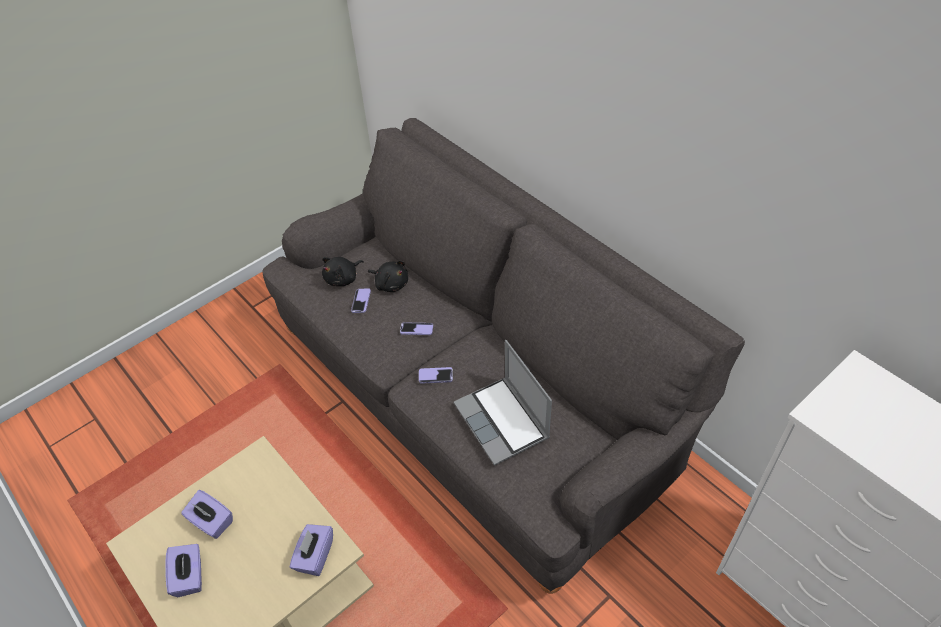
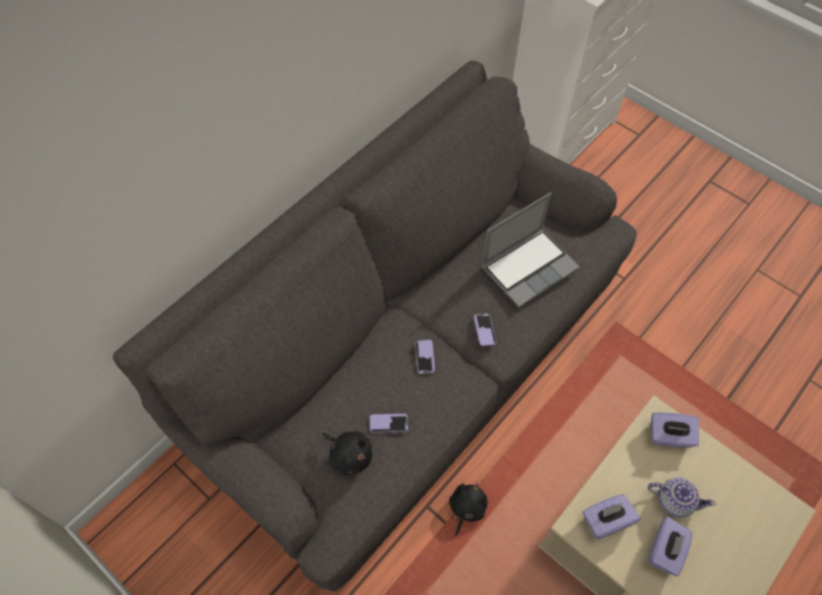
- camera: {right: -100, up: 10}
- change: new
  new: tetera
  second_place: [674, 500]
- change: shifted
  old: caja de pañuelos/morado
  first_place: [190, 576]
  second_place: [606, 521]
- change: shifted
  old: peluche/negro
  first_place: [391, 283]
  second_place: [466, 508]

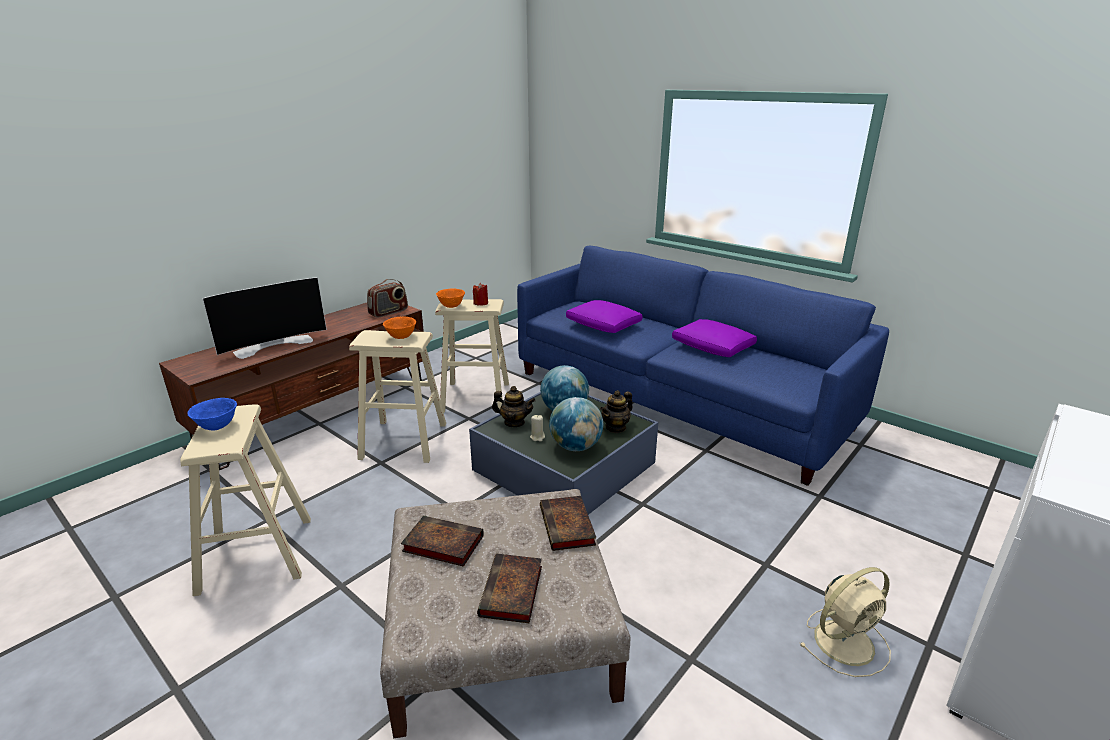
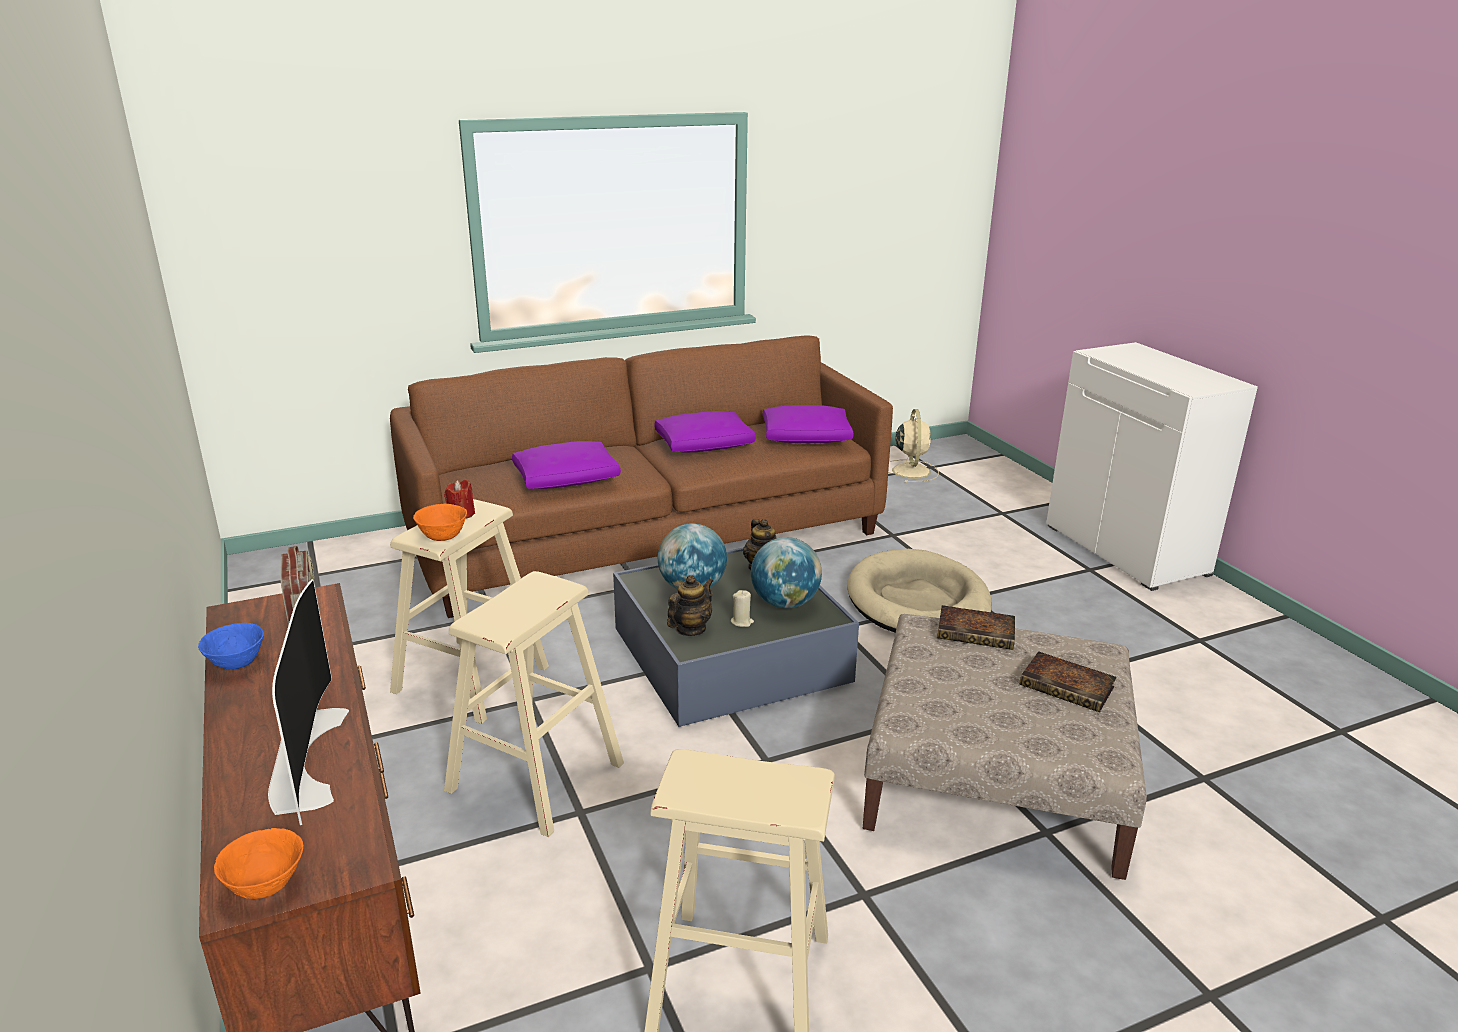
- camera: {right: -65, up: 0}
- change: gone
  old: libro
  first_place: [441, 544]
- change: new
  new: cojín/morado
  second_place: [807, 437]
- change: new
  new: cama para perro/beis
  second_place: [918, 602]
- change: shifted
  old: cuenco/azul
  first_place: [217, 426]
  second_place: [236, 664]
- change: shifted
  old: cuenco/naranja
  first_place: [401, 337]
  second_place: [266, 887]
- change: shifted
  old: ventilador/beis
  first_place: [846, 641]
  second_place: [911, 470]
- change: repainted
  old: sofá/azul
  new: sofá/marrón
  first_place: [676, 399]
  second_place: [648, 537]

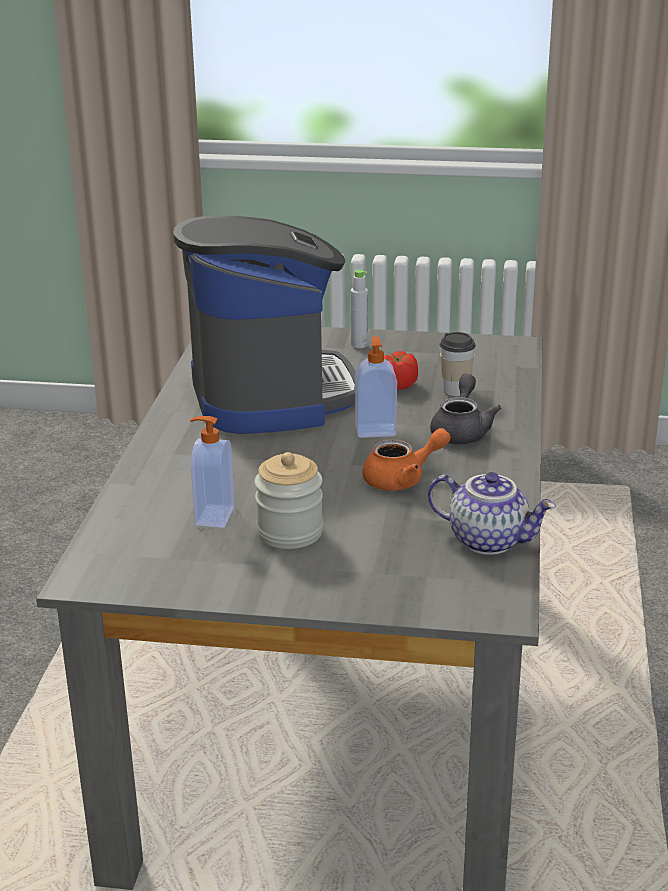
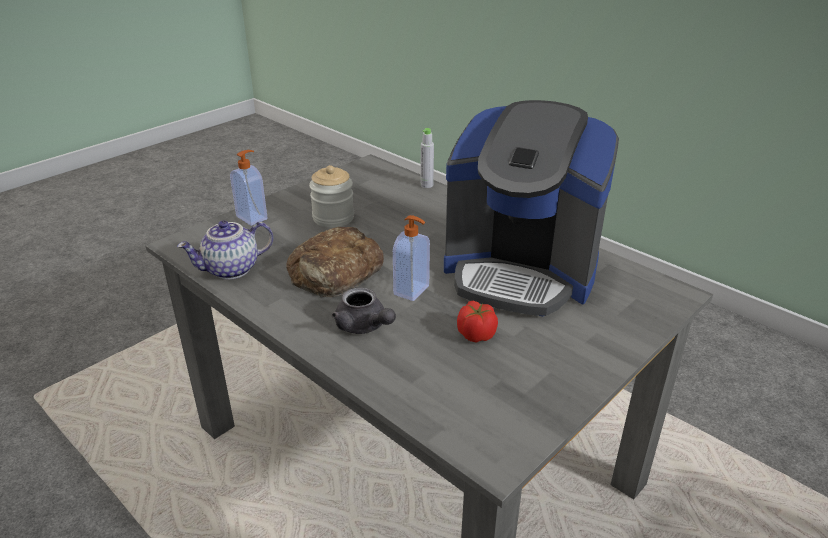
- camera: {right: 125, up: 5}
- change: gone
  old: taza
  first_place: [455, 390]
- change: shifted
  old: dispensador de jabón
  first_place: [213, 516]
  second_place: [253, 217]
- change: shifted
  old: botella/gris
  first_place: [359, 344]
  second_place: [426, 185]
- change: swapped
  old: tetera/naranja
  new: pan
  first_place: [402, 479]
  second_place: [335, 272]

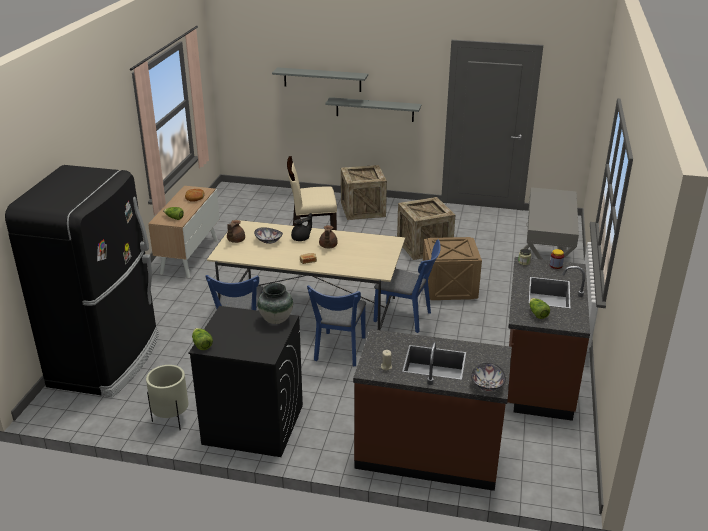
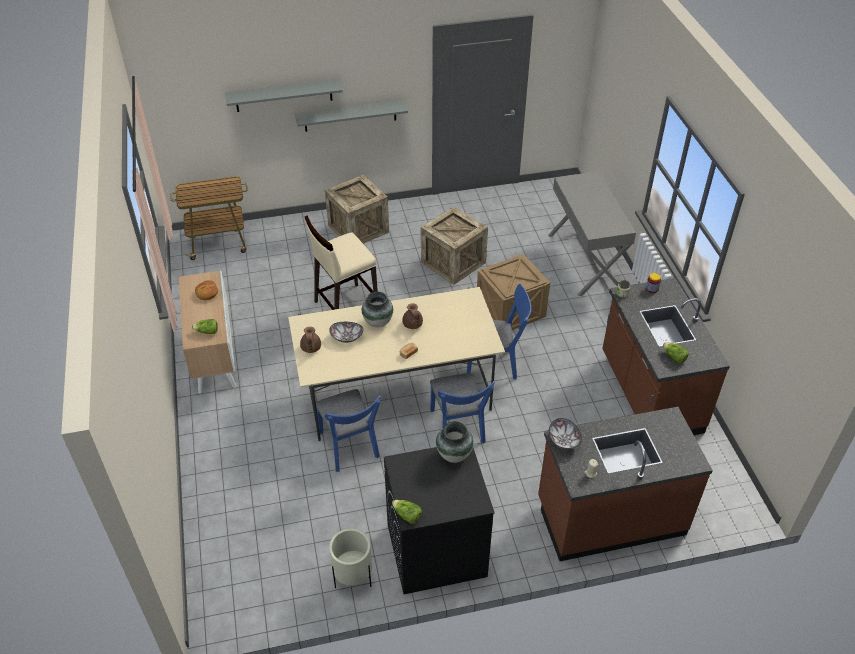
- camera: {right: -25, up: 15}
- change: gone
  old: nevera/negro
  first_place: [107, 360]
- change: new
  new: carrito
  second_place: [219, 241]
- change: shifted
  old: cuenco
  first_place: [487, 385]
  second_place: [563, 440]
- change: swapped
  old: tetera/negro
  new: florero
  first_place: [301, 238]
  second_place: [378, 322]

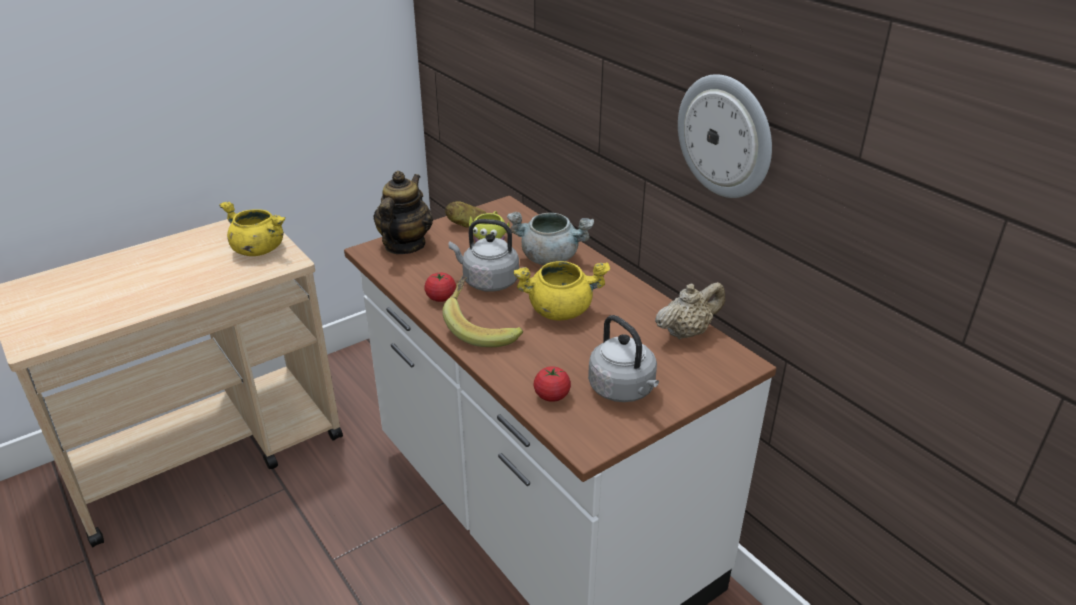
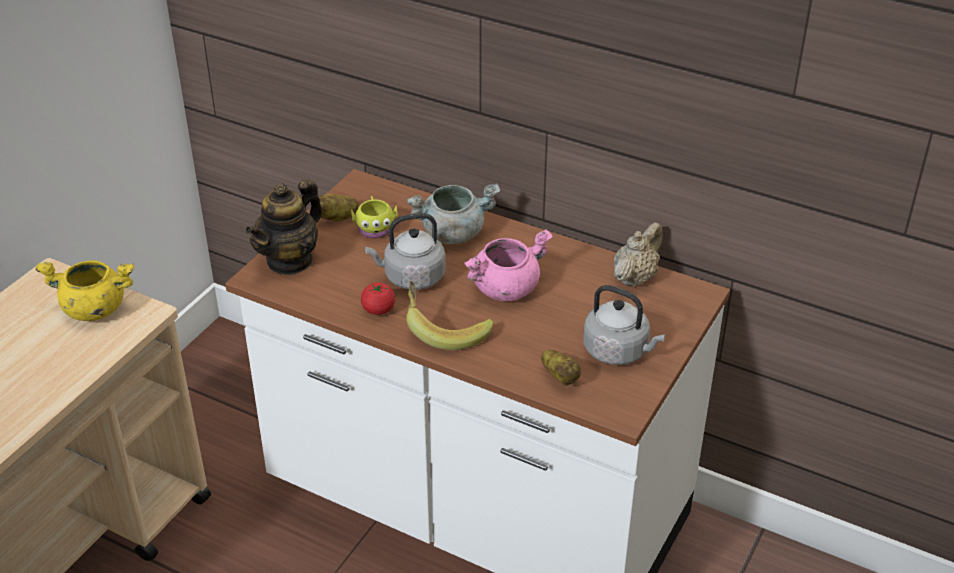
- camera: {right: -25, up: 5}
- change: gone
  old: reloj de pared
  first_place: [725, 136]
- change: swapped
  old: tomate
  new: patata
  first_place: [552, 396]
  second_place: [560, 377]
- change: repainted
  old: olla/amarillo
  new: olla/rosa
  first_place: [560, 310]
  second_place: [505, 288]
- change: rotated
  old: tetera
  first_place: [404, 245]
  second_place: [290, 260]
  degrees: -135

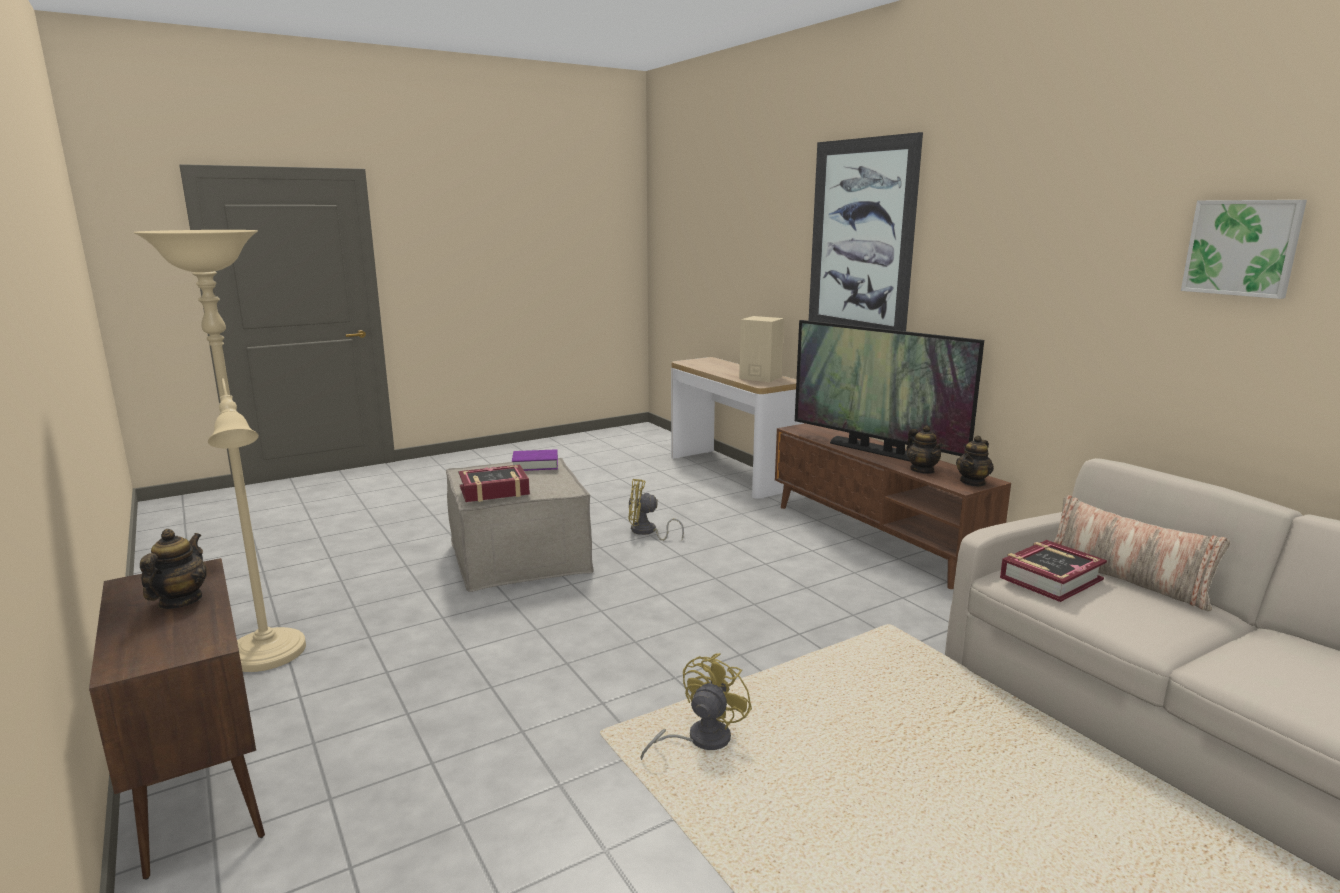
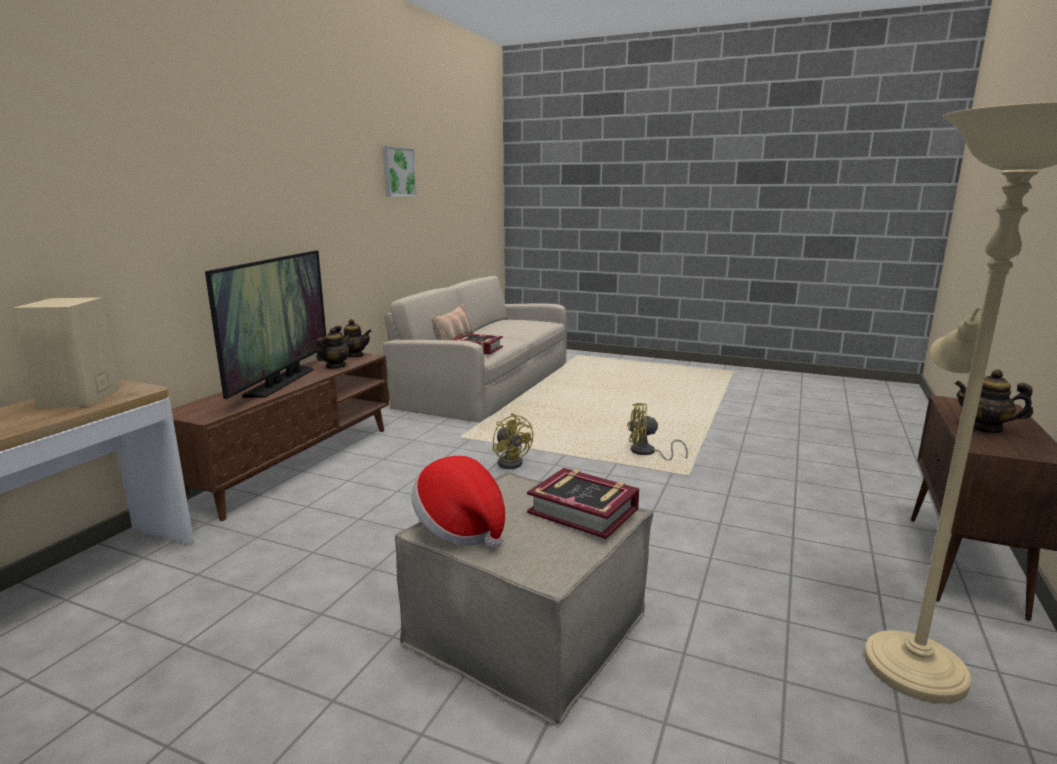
- camera: {right: -125, up: 0}
- change: gone
  old: cuadro
  first_place: [860, 238]
- change: shifted
  old: ventilador/amarillo
  first_place: [647, 532]
  second_place: [511, 462]
- change: swapped
  old: libro/morado
  new: sombrero
  first_place: [535, 464]
  second_place: [461, 528]
- change: rotated
  old: tetera
  first_place: [180, 601]
  second_place: [985, 428]
  degrees: 60

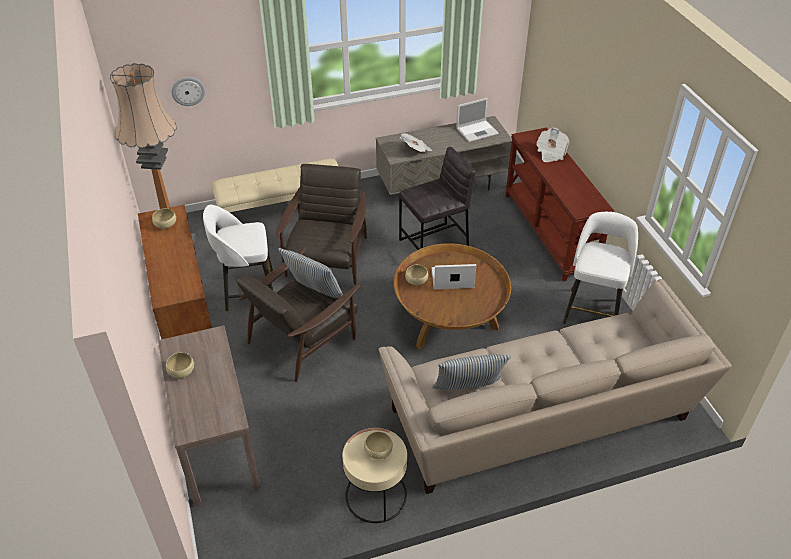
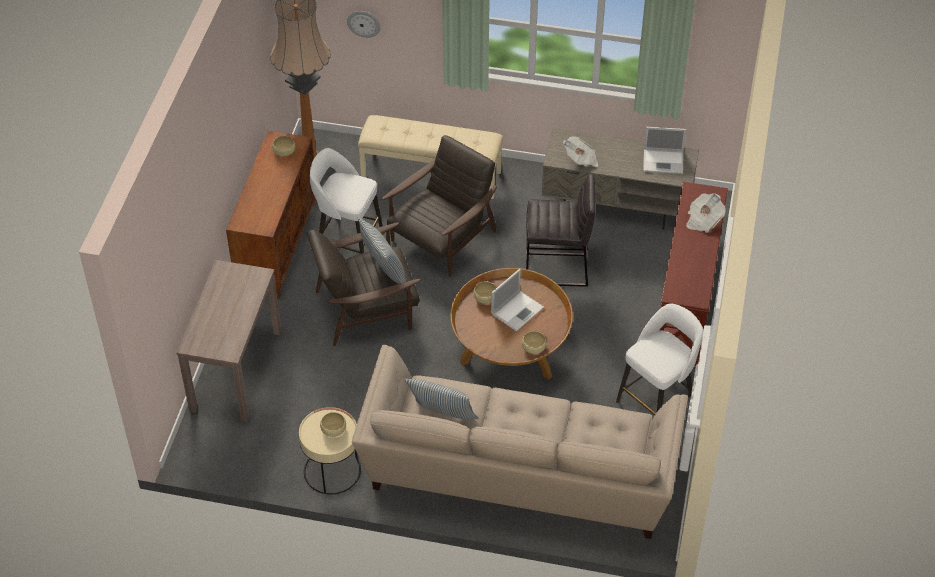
- camera: {right: 30, up: 5}
- change: shifted
  old: cuenco/beis
  first_place: [181, 370]
  second_place: [533, 347]
- change: rotated
  old: portátil
  first_place: [451, 279]
  second_place: [518, 310]
  degrees: 105

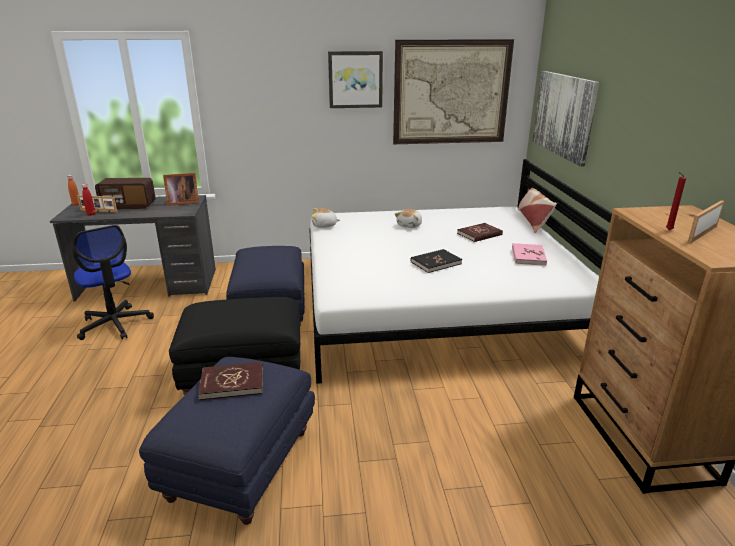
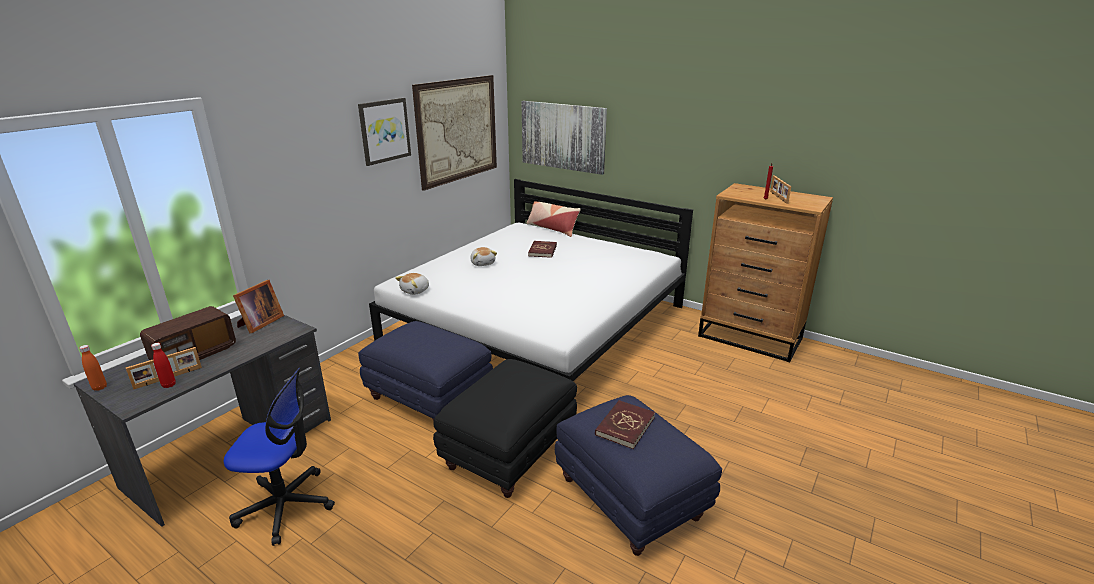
- camera: {right: -50, up: 0}
- change: gone
  old: libro/negro
  first_place: [435, 263]
- change: gone
  old: libro/rosa
  first_place: [528, 256]

